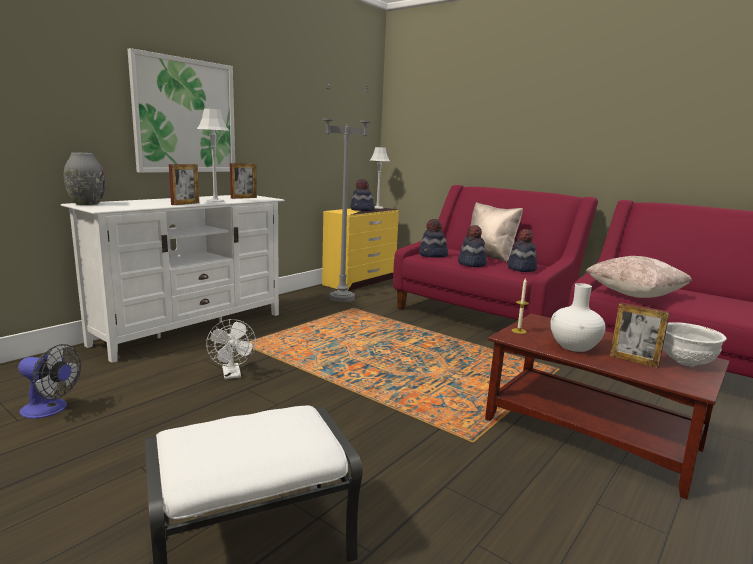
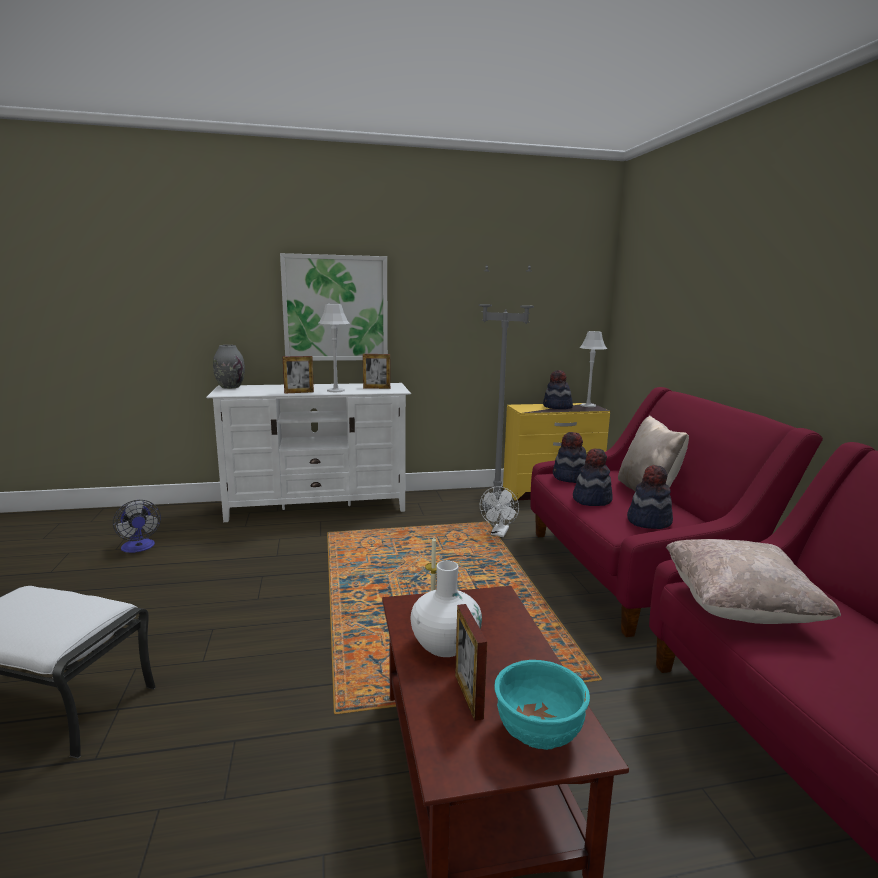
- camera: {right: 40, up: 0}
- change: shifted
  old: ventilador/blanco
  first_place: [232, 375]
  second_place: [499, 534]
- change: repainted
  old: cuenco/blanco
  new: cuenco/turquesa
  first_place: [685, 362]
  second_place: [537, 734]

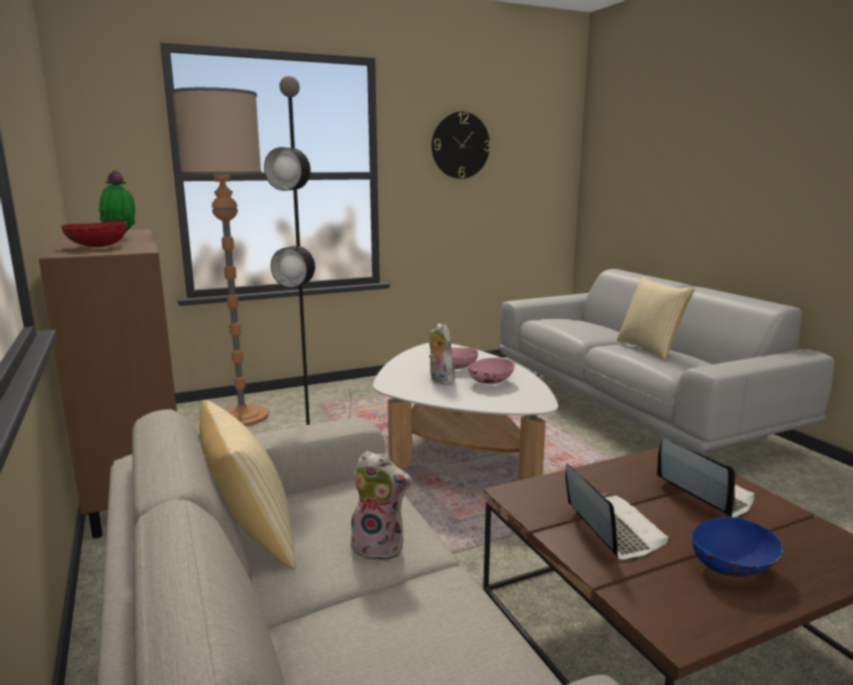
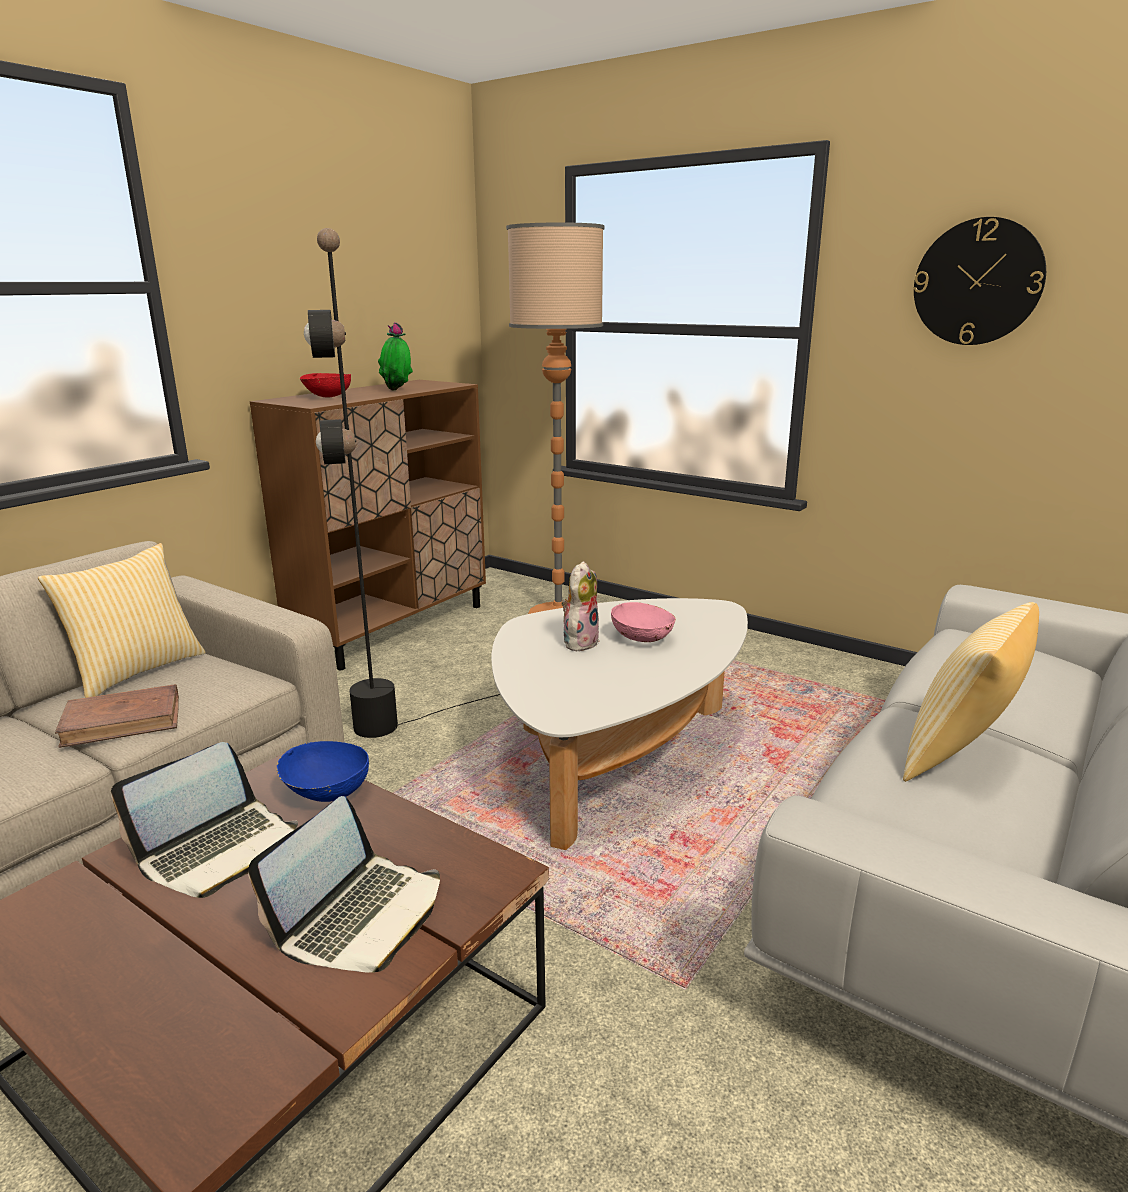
- camera: {right: 60, up: 5}
- change: gone
  old: cuenco/rosa
  first_place: [491, 382]
- change: shifted
  old: cuenco/azul
  first_place: [732, 569]
  second_place: [325, 793]
- change: swapped
  old: peluche
  new: libro/marrón
  first_place: [380, 547]
  second_place: [123, 721]

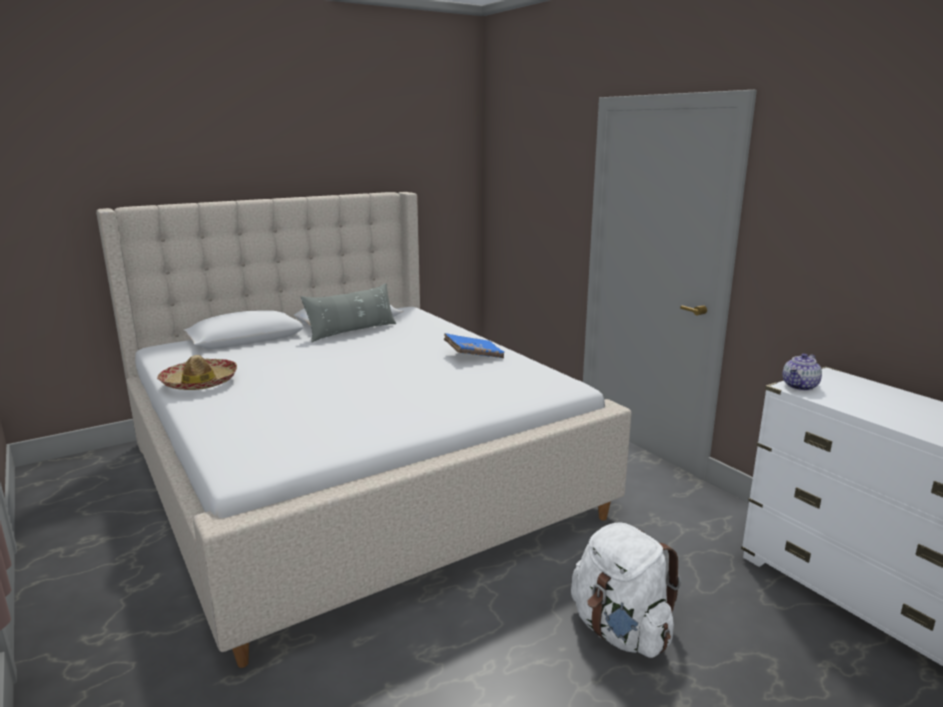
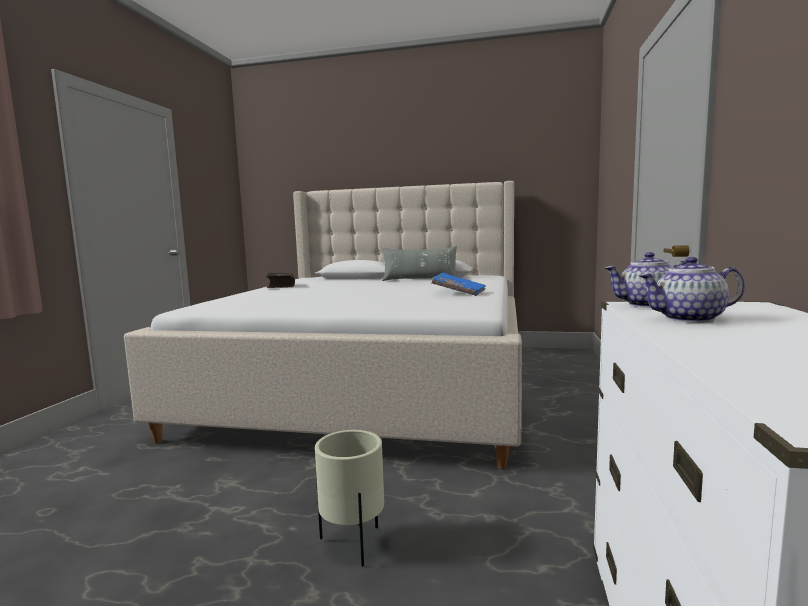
- camera: {right: 45, up: -10}
- change: new
  new: tetera
  second_place: [688, 319]
- change: swapped
  old: sombrero
  new: libro
  first_place: [200, 382]
  second_place: [280, 286]
- change: swapped
  old: mochila/blanco
  new: maceta/beis
  first_place: [620, 631]
  second_place: [353, 544]

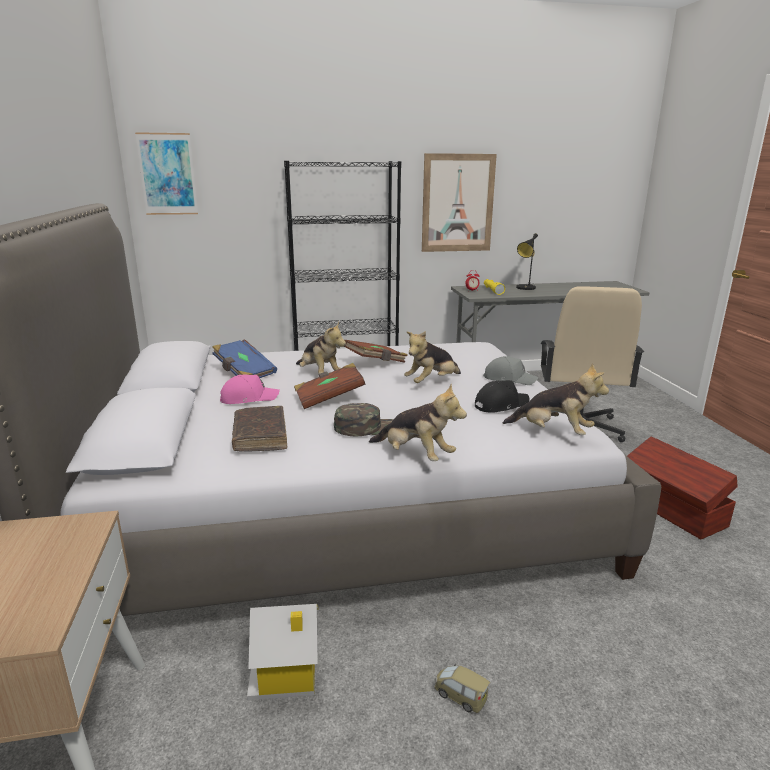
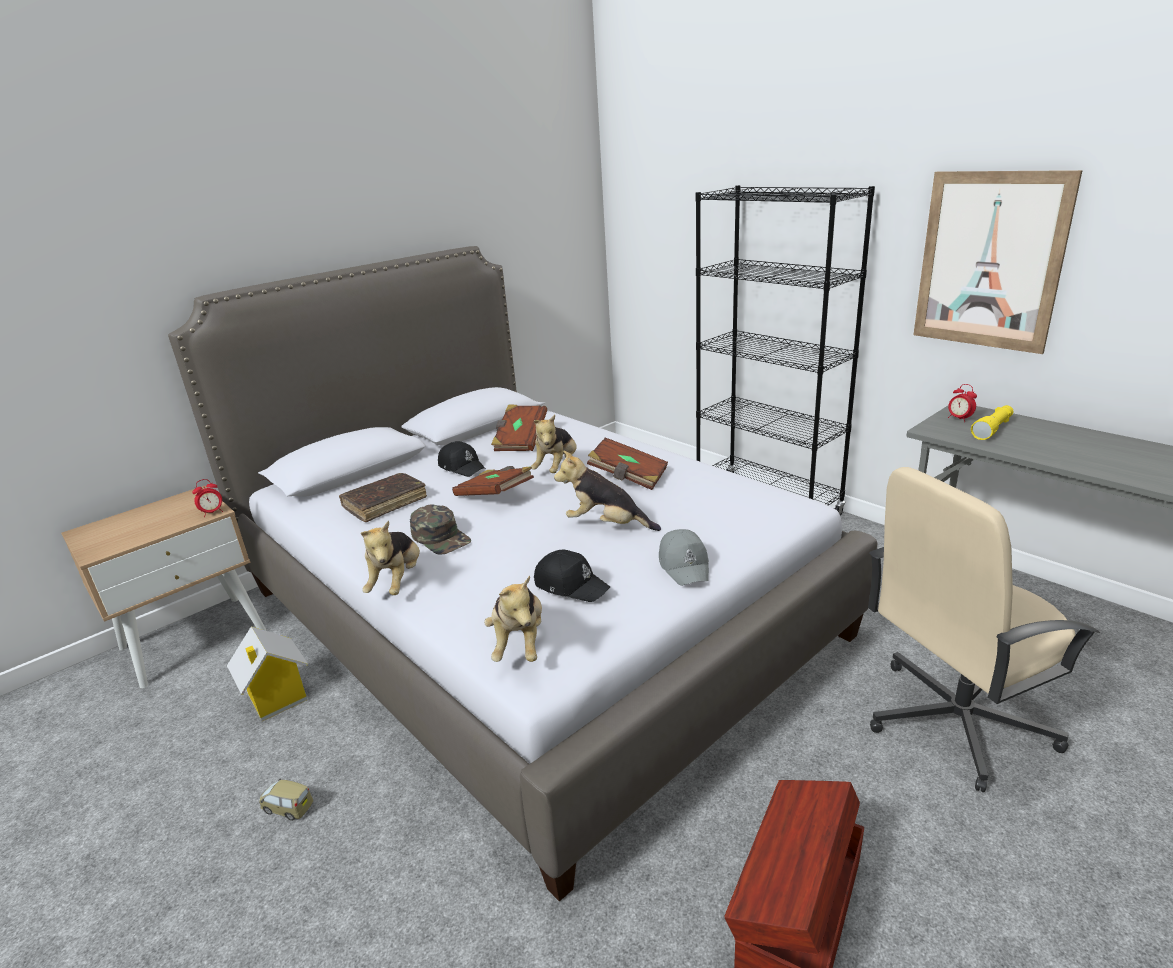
- camera: {right: 60, up: 5}
- change: gone
  old: cuadro
  first_place: [167, 174]
- change: gone
  old: lámpara de mesa/negro
  first_place: [525, 288]
- change: new
  new: despertador
  second_place: [212, 513]
- change: repainted
  old: libro/azul
  new: libro/marrón
  first_place: [244, 372]
  second_place: [520, 440]
- change: repainted
  old: gorra/rosa
  new: gorra/negro
  first_place: [248, 398]
  second_place: [462, 466]
- change: rotated
  old: coche de juguete
  first_place: [460, 696]
  second_place: [287, 807]
  degrees: -75

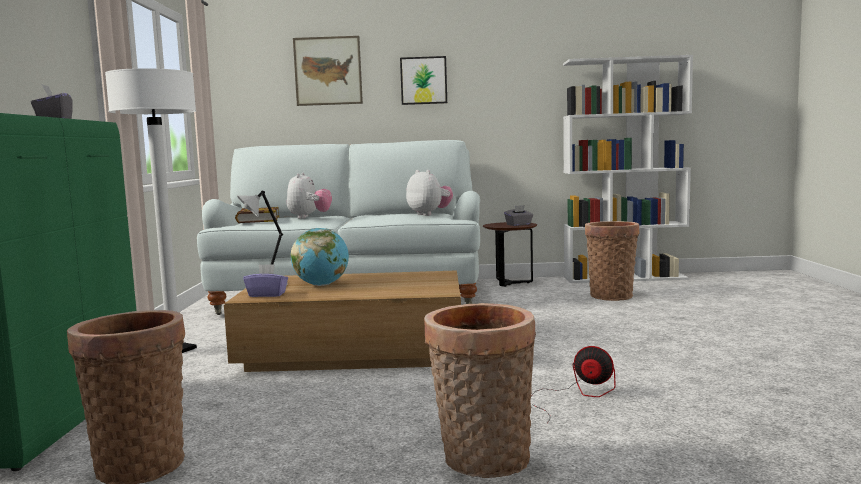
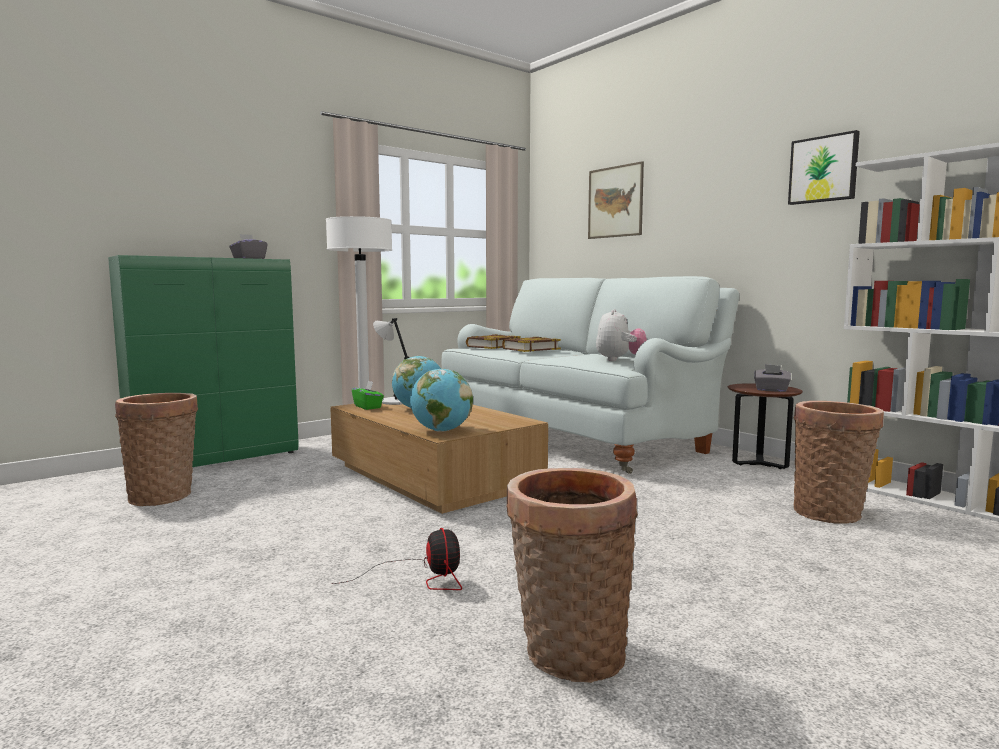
- camera: {right: 50, up: 0}
- change: new
  new: globo terráqueo
  second_place: [441, 431]
- change: shifted
  old: cuadro
  first_place: [423, 80]
  second_place: [823, 169]
- change: shifted
  old: cesta
  first_place: [482, 461]
  second_place: [568, 653]
- change: swapped
  old: peluche
  new: libro
  first_place: [309, 217]
  second_place: [531, 349]
- change: repainted
  old: caja de pañuelos/morado
  new: caja de pañuelos/verde
  first_place: [267, 294]
  second_place: [368, 407]

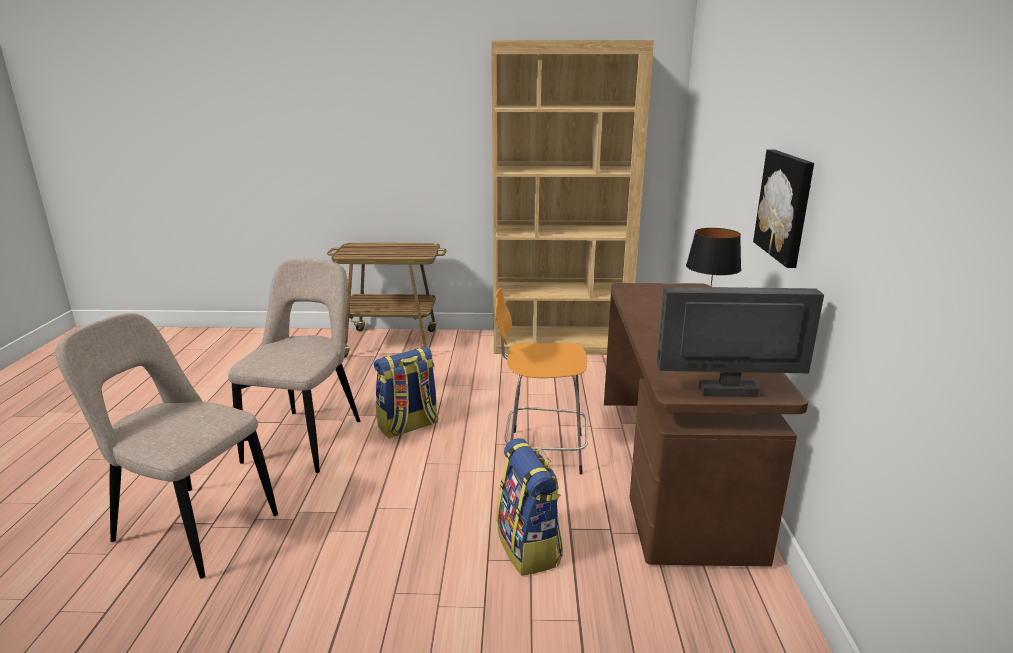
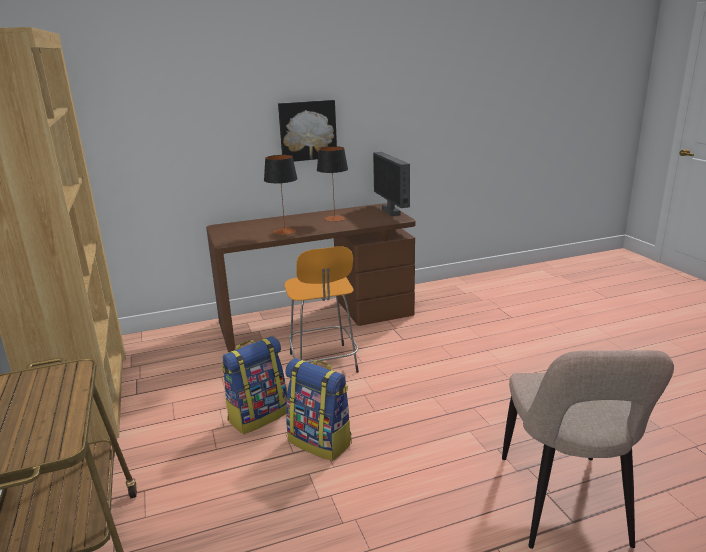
- camera: {right: -110, up: 0}
- change: gone
  old: silla/beis
  first_place: [307, 438]
- change: new
  new: lámpara de mesa
  second_place: [284, 231]
- change: shifted
  old: mochila
  first_place: [529, 548]
  second_place: [258, 416]

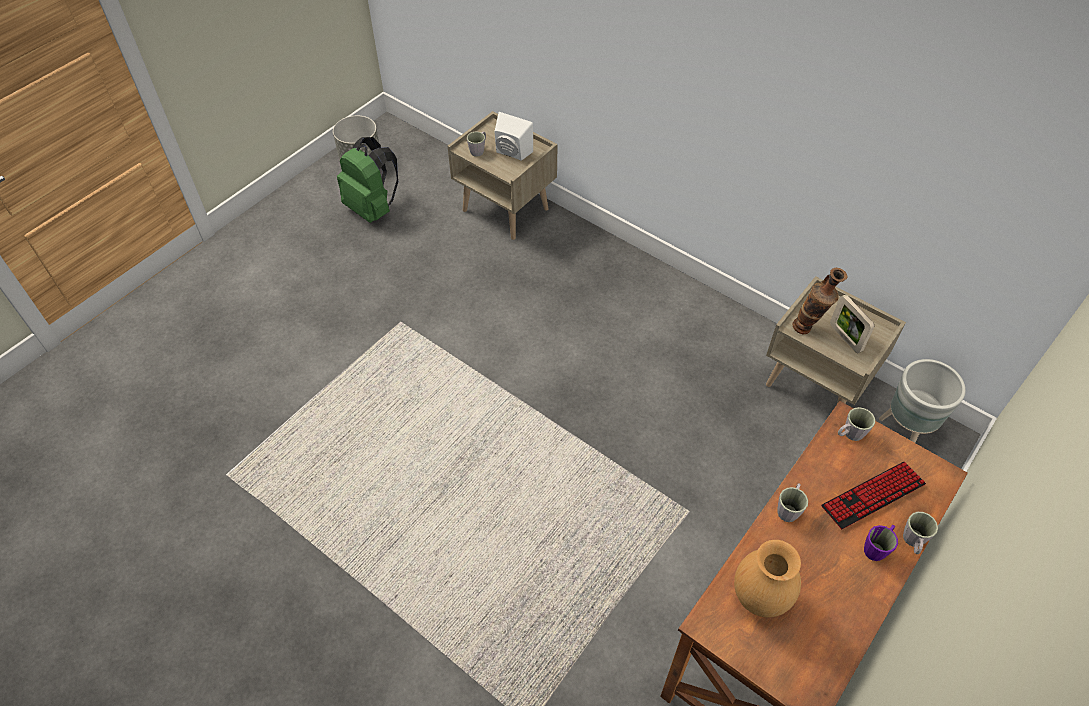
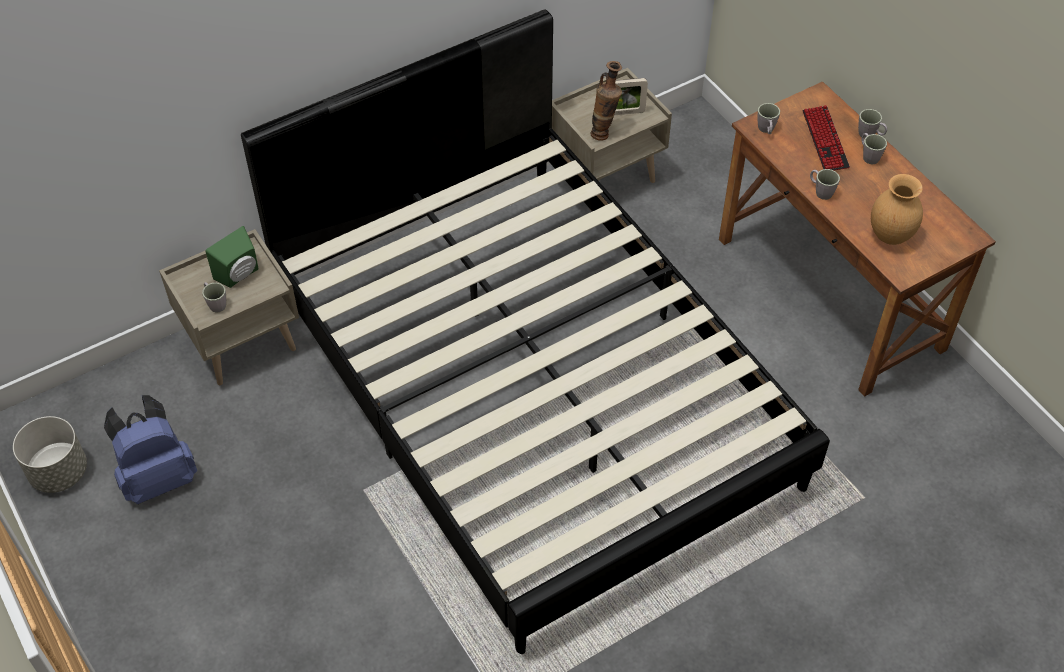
- camera: {right: -70, up: 0}
- change: gone
  old: maceta/gris
  first_place: [905, 433]
- change: new
  new: cama/negro
  second_place: [532, 385]
- change: repainted
  old: mochila/verde
  new: mochila/azul
  first_place: [373, 208]
  second_place: [158, 477]
- change: repainted
  old: altavoz/blanco
  new: altavoz/verde
  first_place: [511, 153]
  second_place: [240, 275]
- change: repainted
  old: taza grande/morado
  new: taza grande/gris
  first_place: [877, 547]
  second_place: [868, 155]

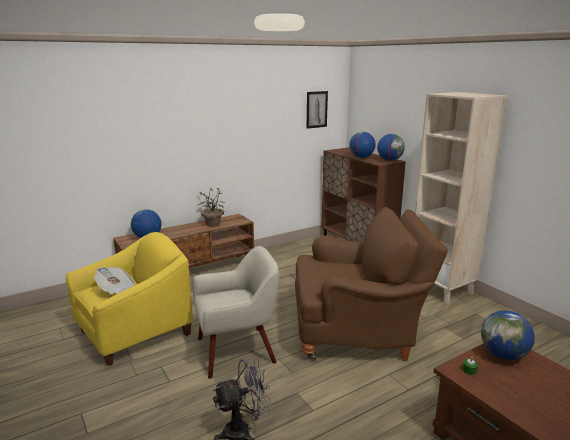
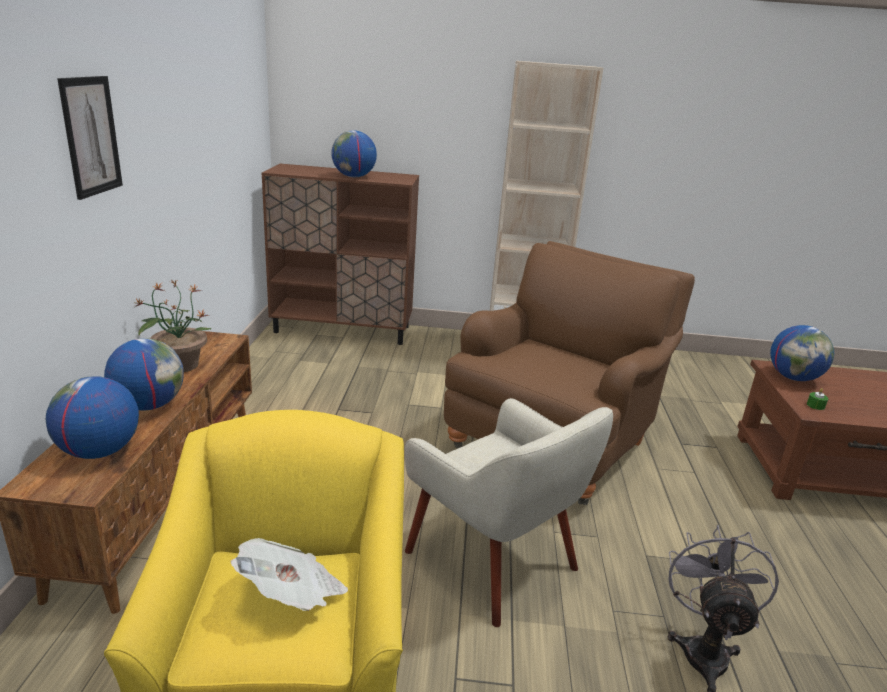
- camera: {right: -55, up: 5}
- change: shifted
  old: cuadro
  first_place: [316, 109]
  second_place: [91, 136]
- change: shifted
  old: globo terráqueo
  first_place: [389, 160]
  second_place: [149, 405]
- change: rotated
  old: sillón/beis
  first_place: [237, 350]
  second_place: [494, 560]
  degrees: 120

